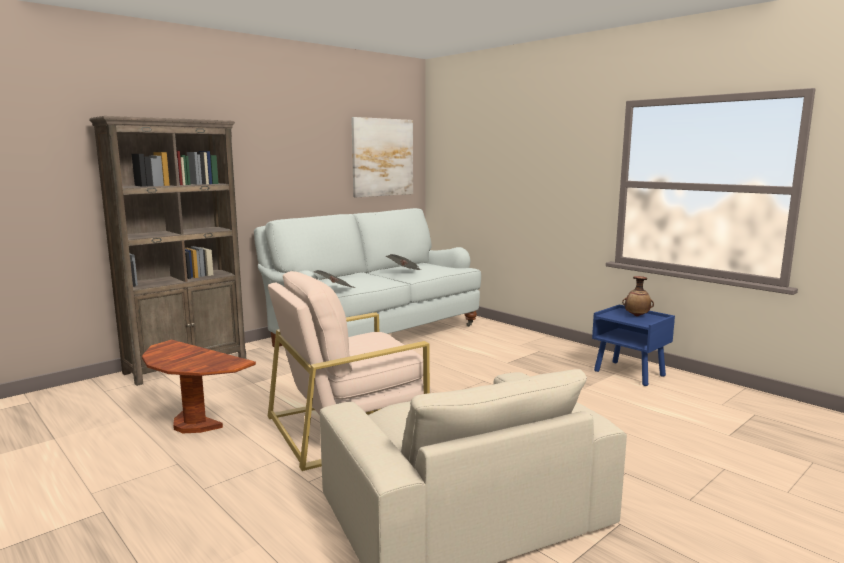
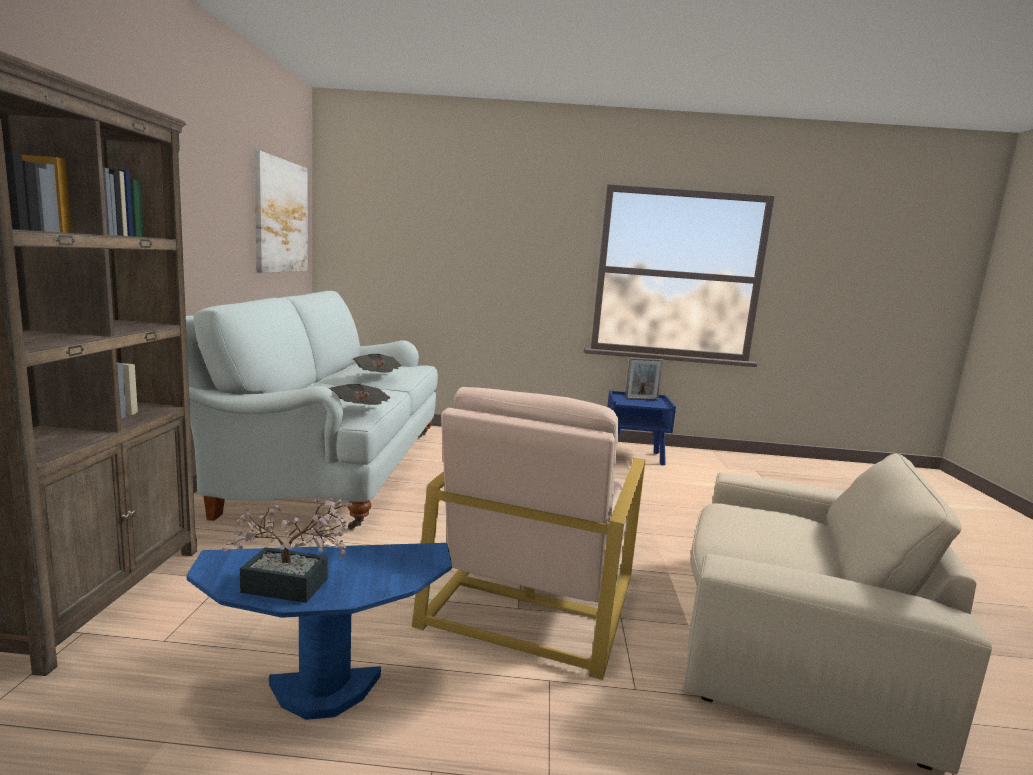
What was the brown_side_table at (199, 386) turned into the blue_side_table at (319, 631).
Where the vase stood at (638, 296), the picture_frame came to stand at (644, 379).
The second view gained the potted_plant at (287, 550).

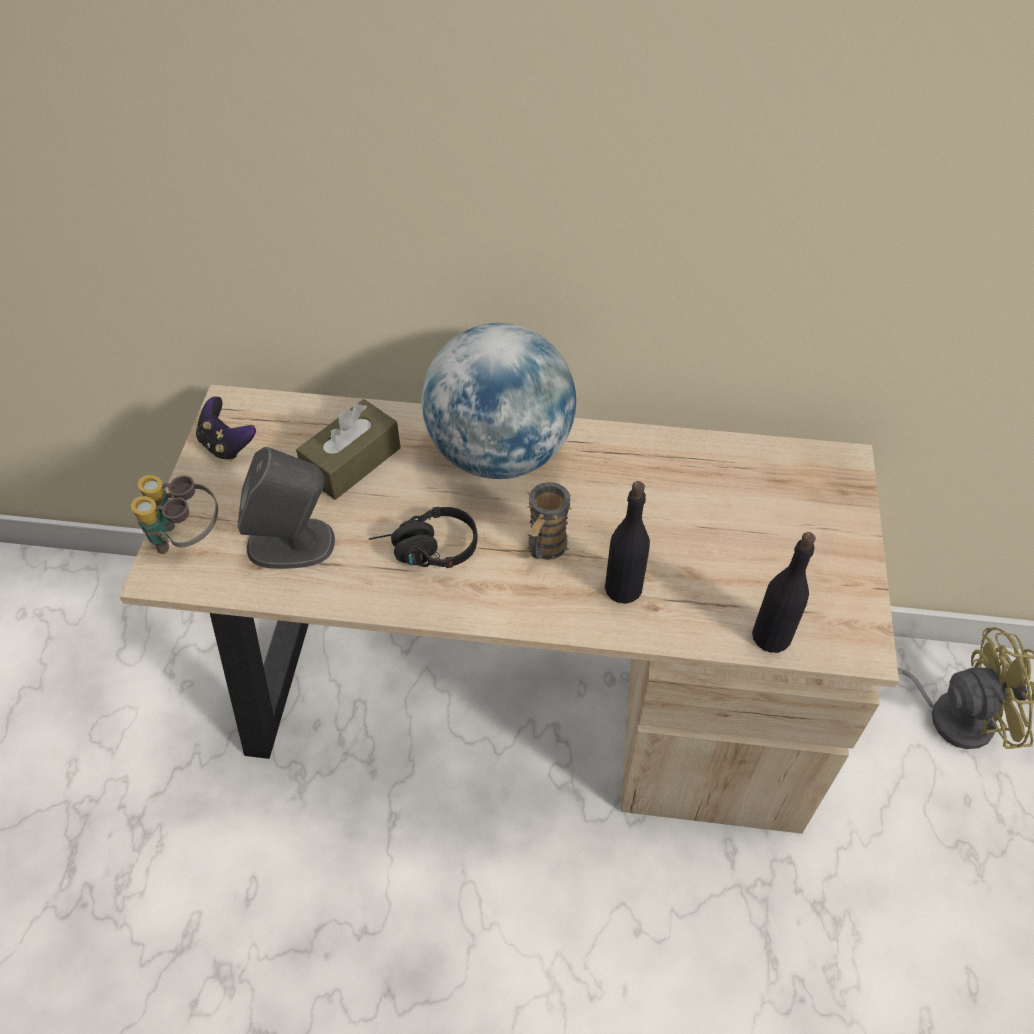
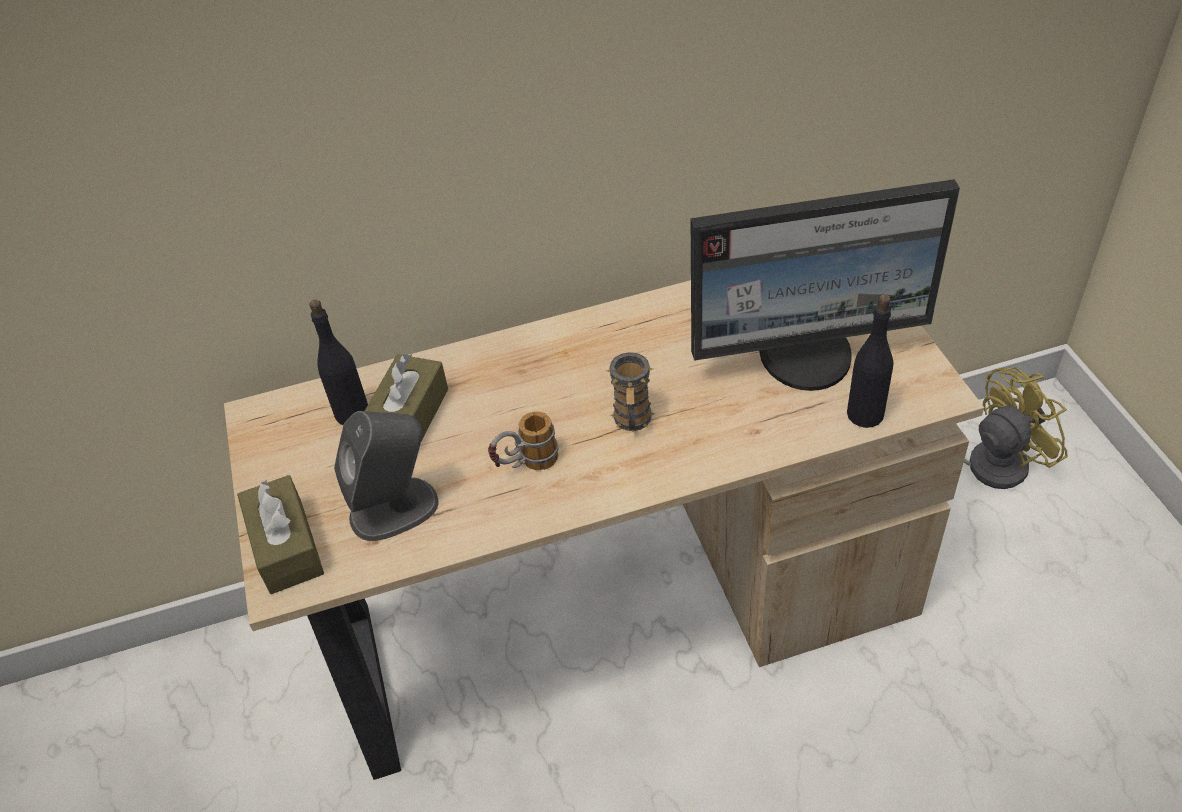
Where the binoculars stood at (174, 514), the brown_tissue_box came to stand at (280, 534).
The second view lost the game_controller at (226, 428).
Where the black_headphones stood at (423, 537), the mug came to stand at (523, 440).
The second view lost the globe at (498, 401).
The black_bottle ended up elsewhere, having gone from (627, 542) to (338, 362).
The second view gained the monitor at (825, 285).

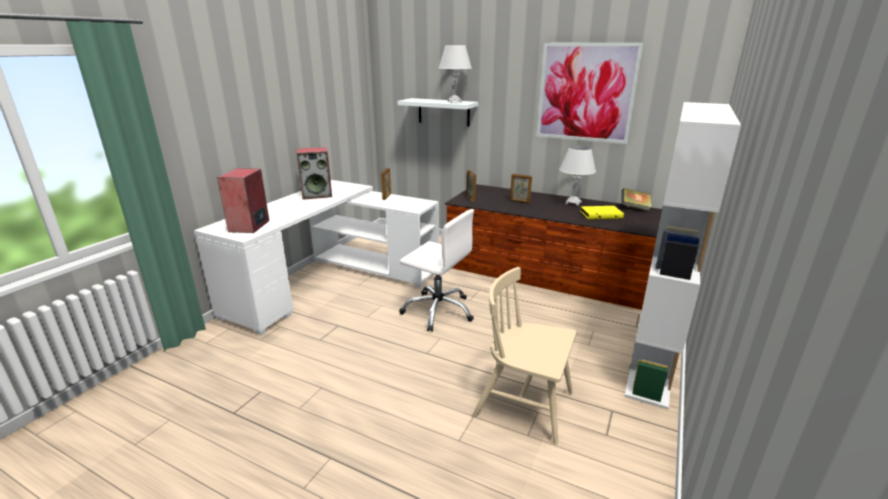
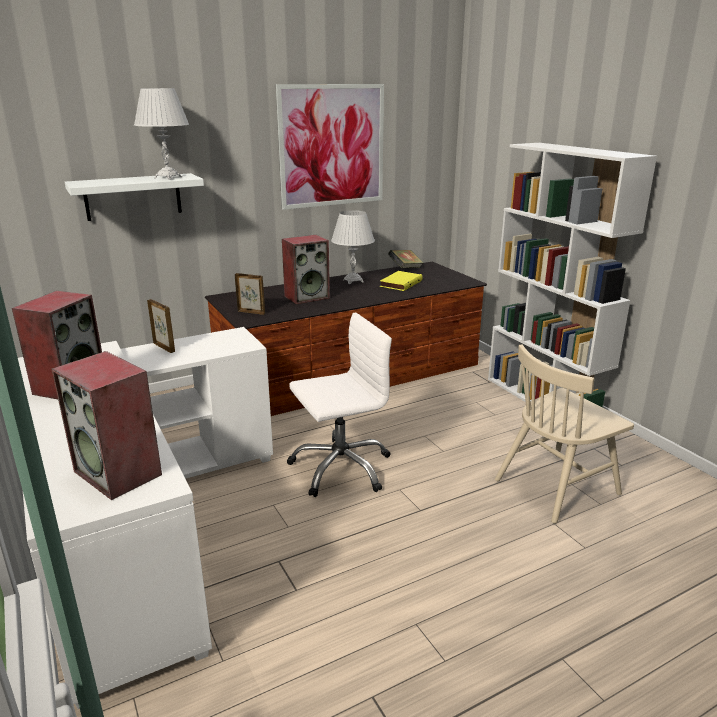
Where the picture_frame stood at (521, 188), the speaker came to stand at (306, 269).

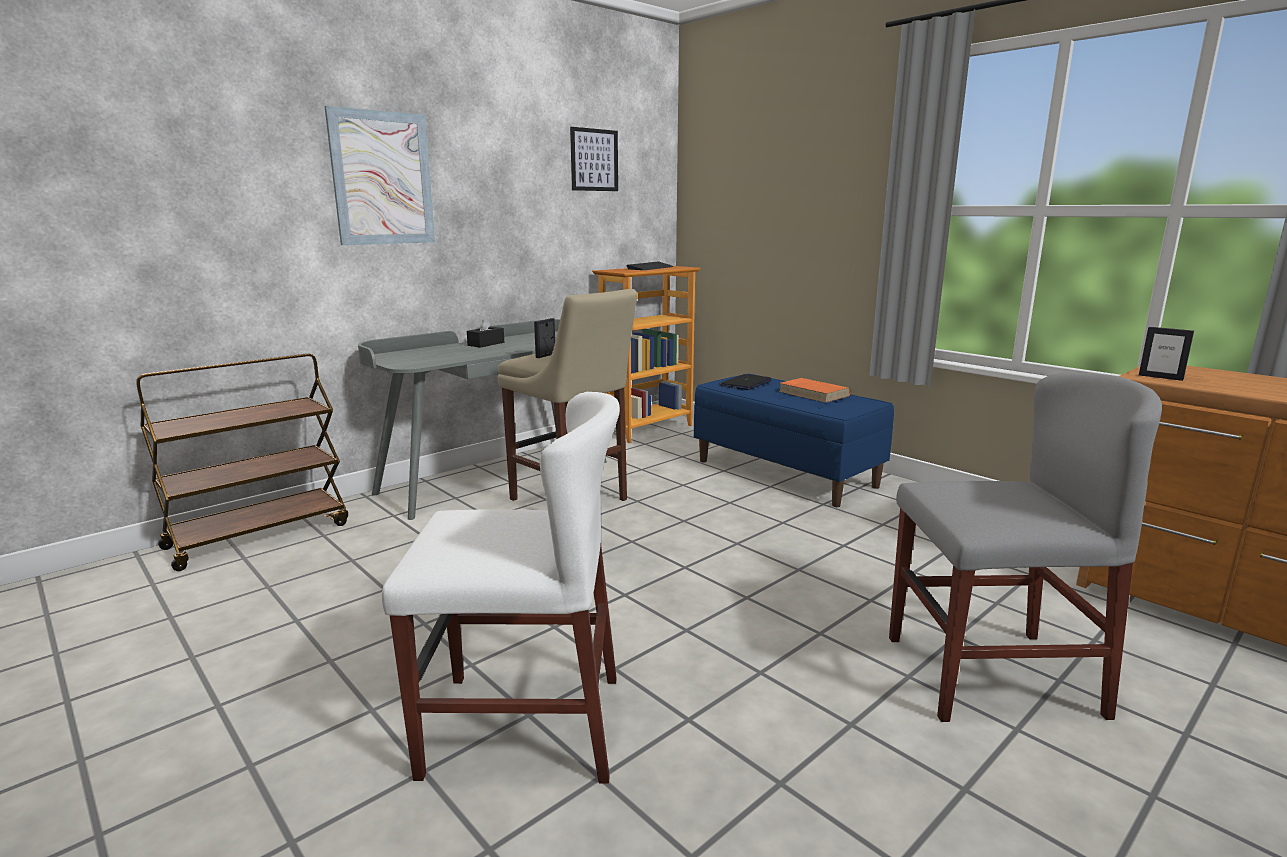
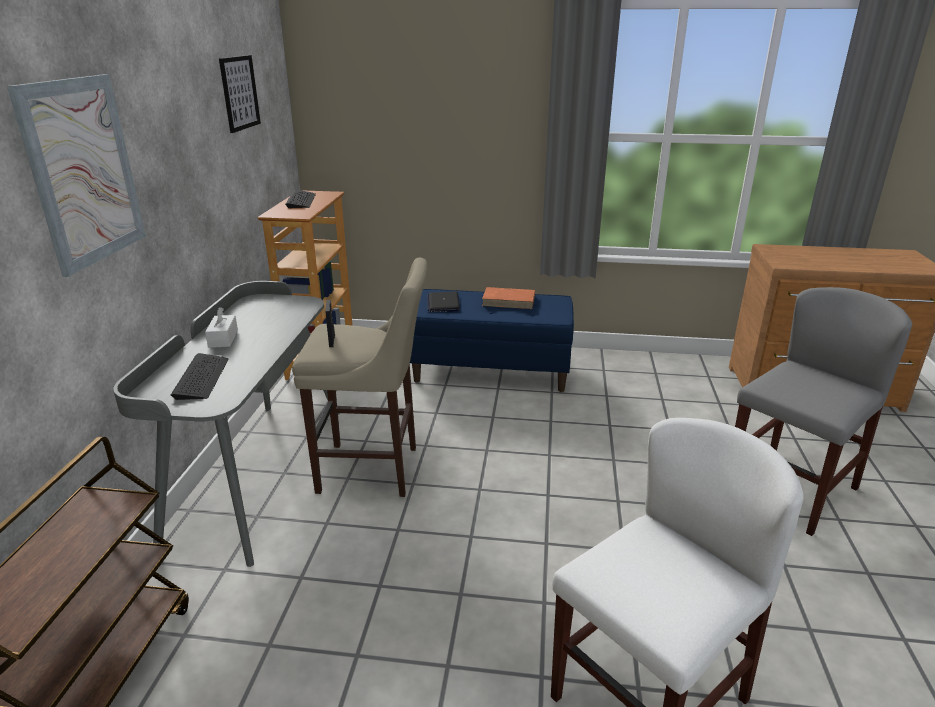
What was the black_tissue_box at (485, 331) turned into the white_tissue_box at (221, 327).
The second view lost the picture_frame at (1166, 354).
The second view gained the keyboard at (200, 376).

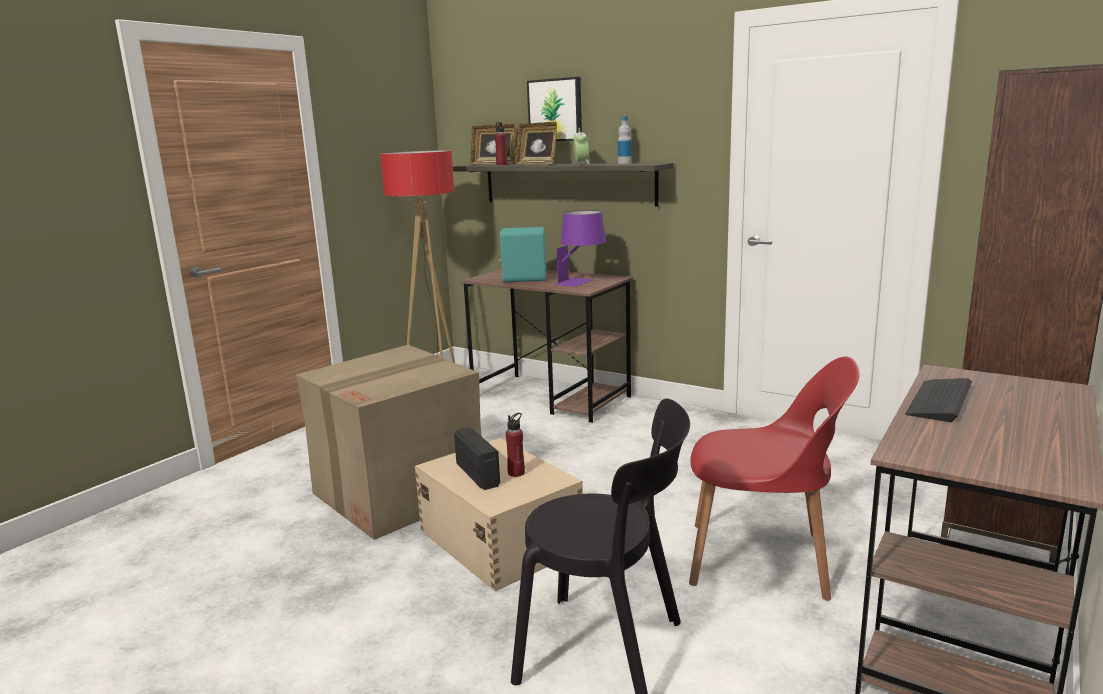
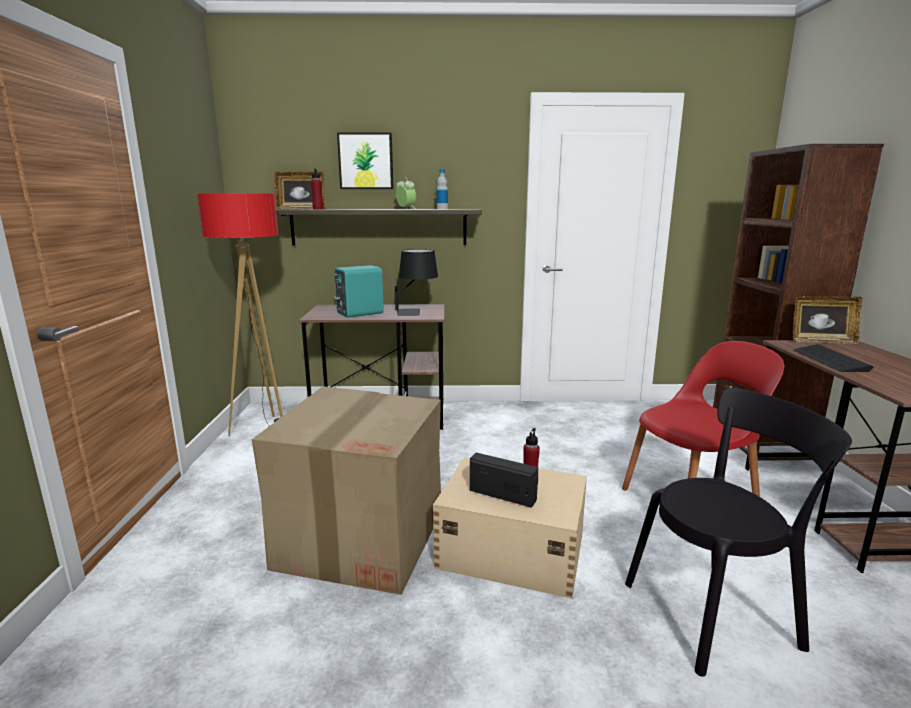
The picture_frame ended up elsewhere, having gone from (536, 143) to (827, 320).
What was the purple_table_lamp at (580, 248) turned into the black_table_lamp at (416, 282).

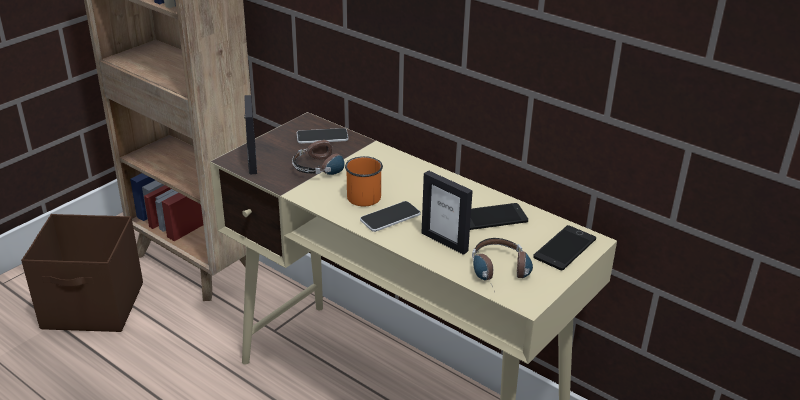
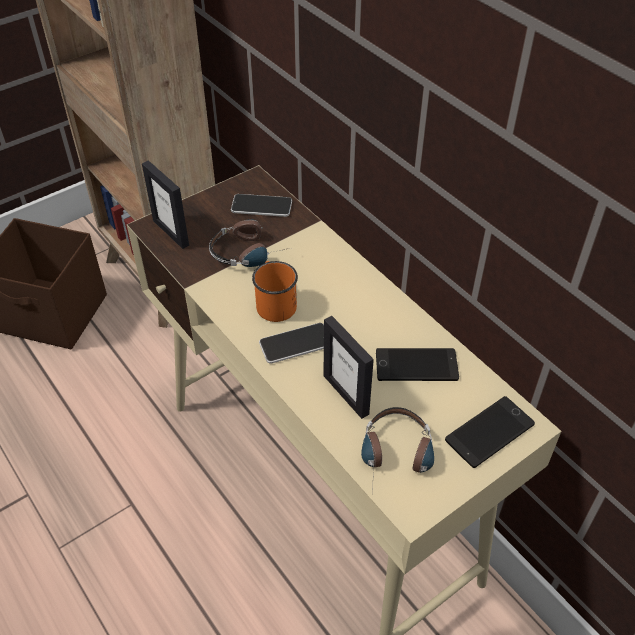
The picture_frame at (250, 134) ended up facing another way, 135 degrees clockwise from before.

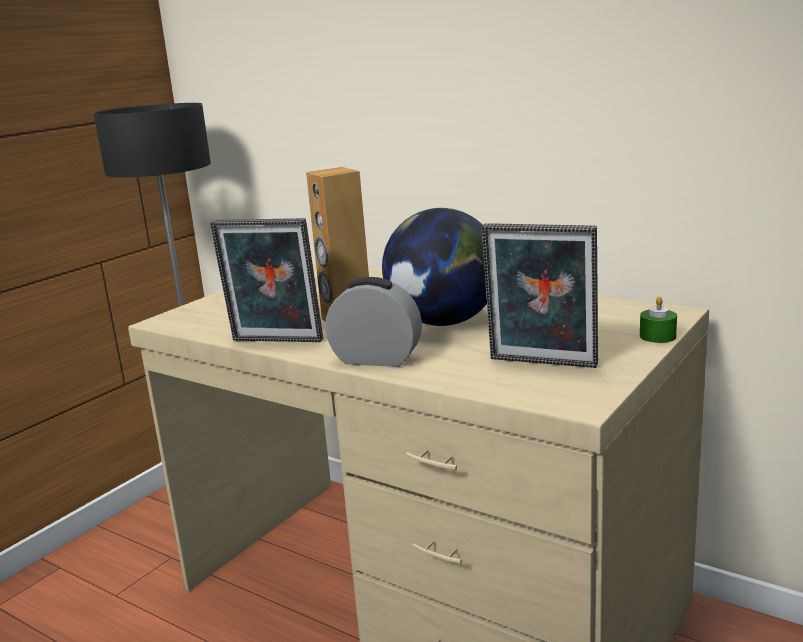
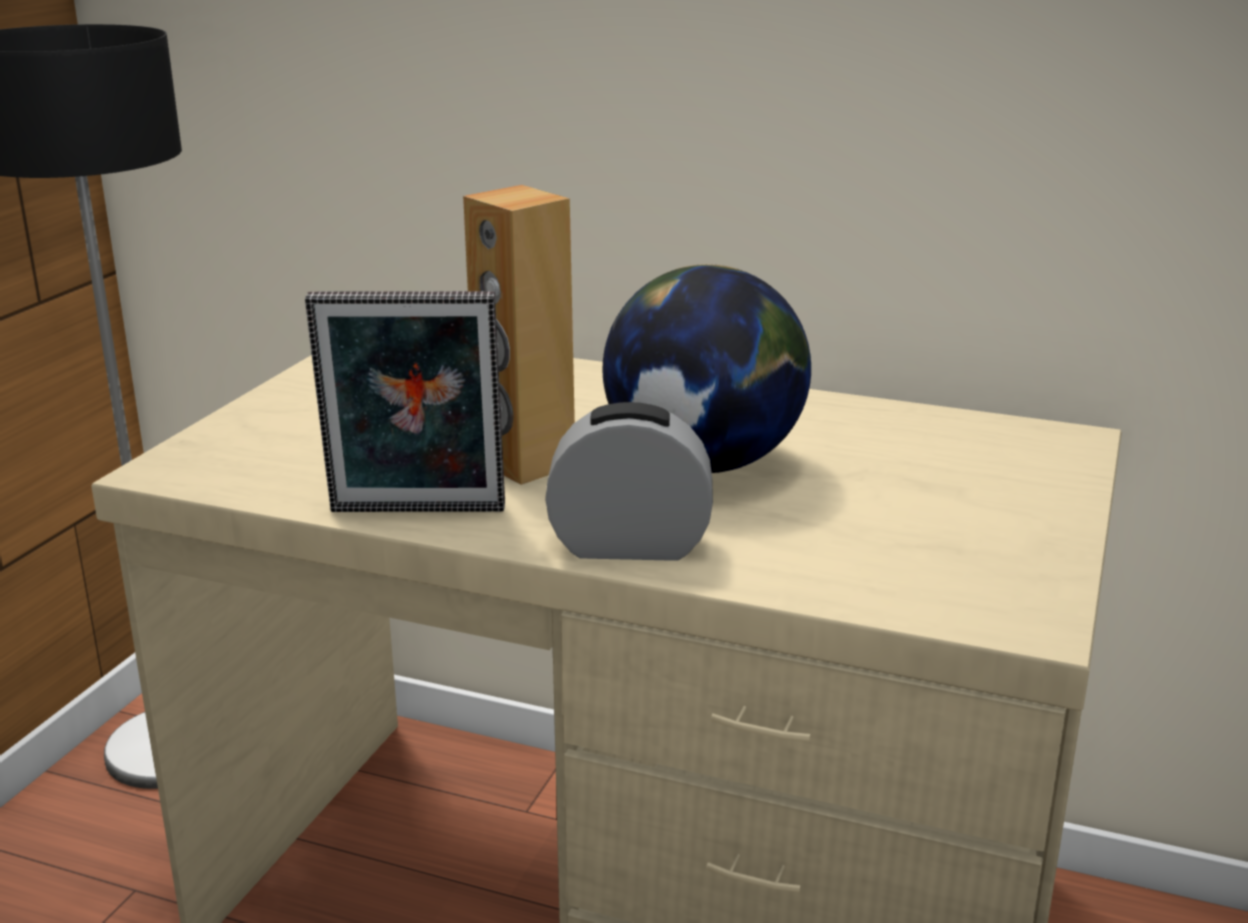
The second view lost the picture_frame at (540, 295).
The second view lost the green_candle at (658, 319).

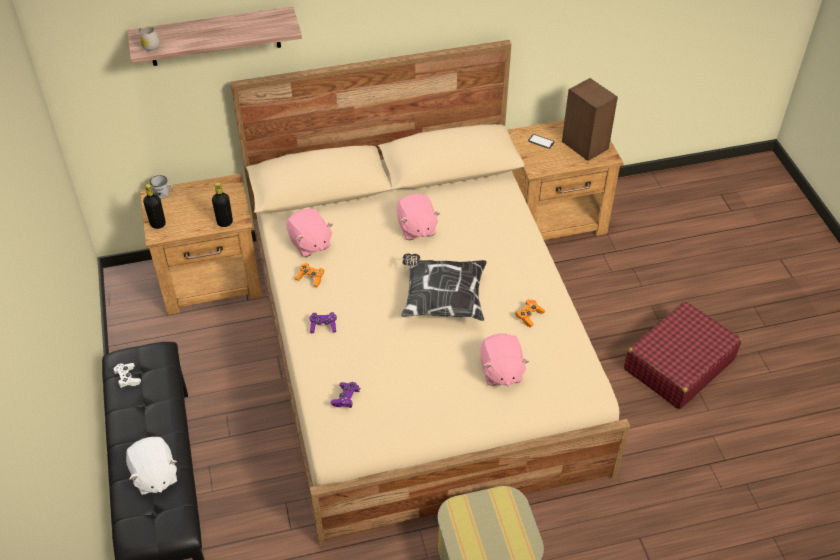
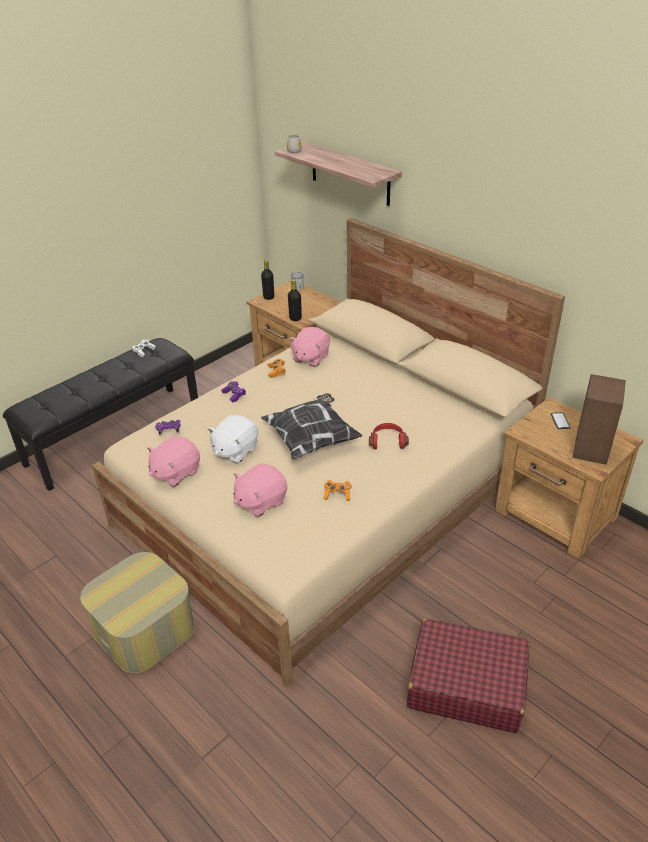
The white_plush_toy ended up elsewhere, having gone from (151, 466) to (233, 439).
The pink_plush_toy ended up elsewhere, having gone from (418, 217) to (173, 461).
The second view gained the red_headphones at (389, 436).

